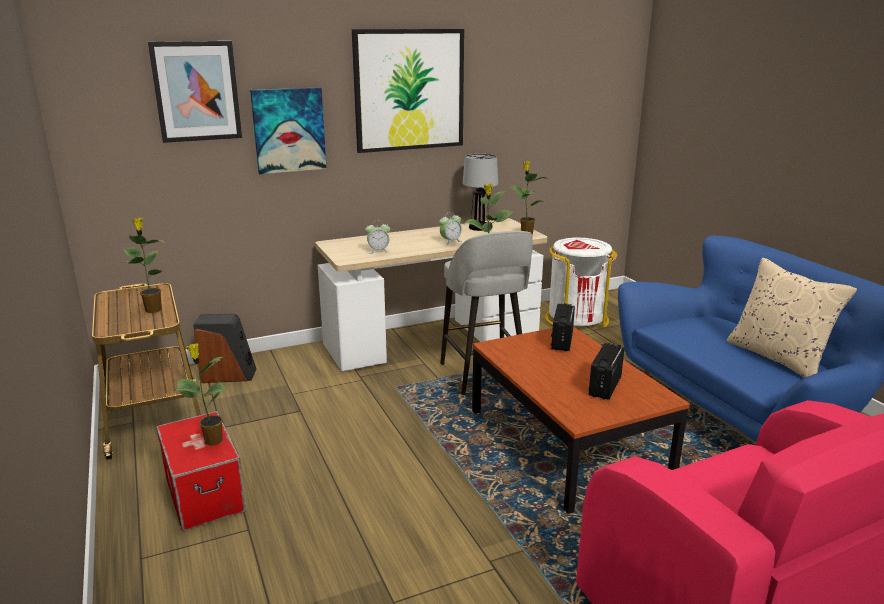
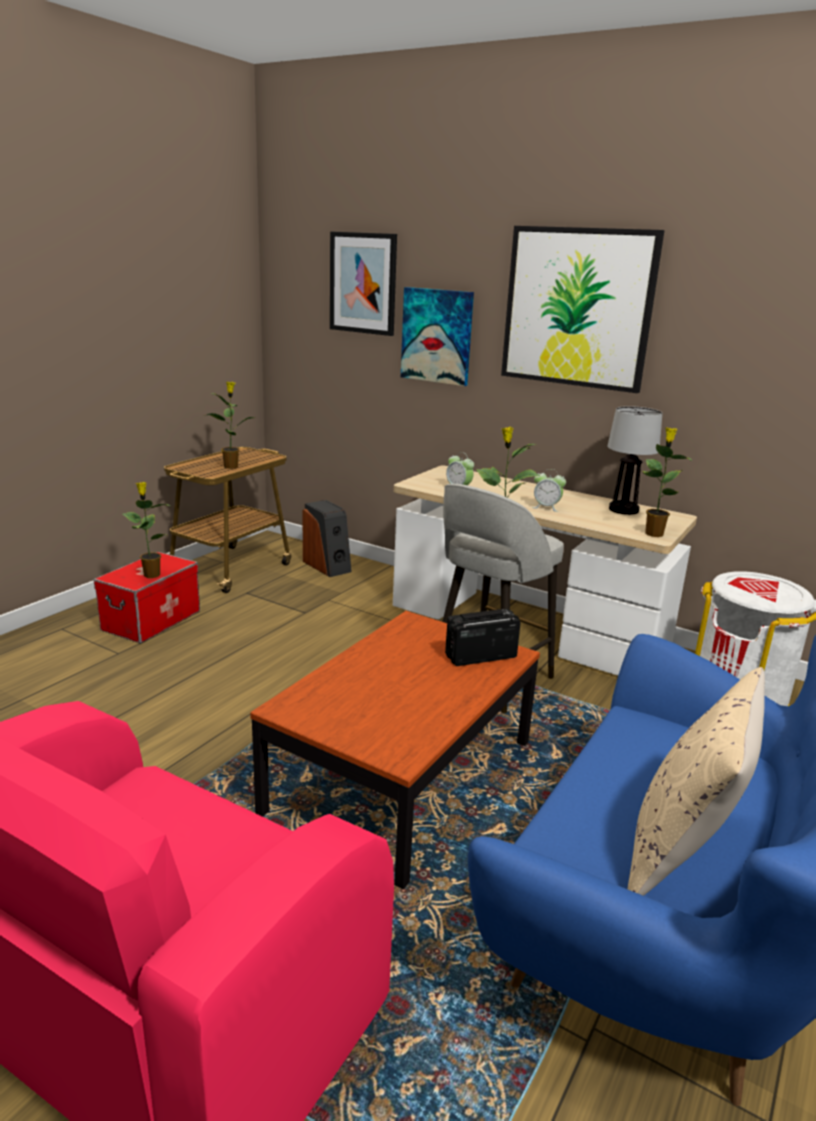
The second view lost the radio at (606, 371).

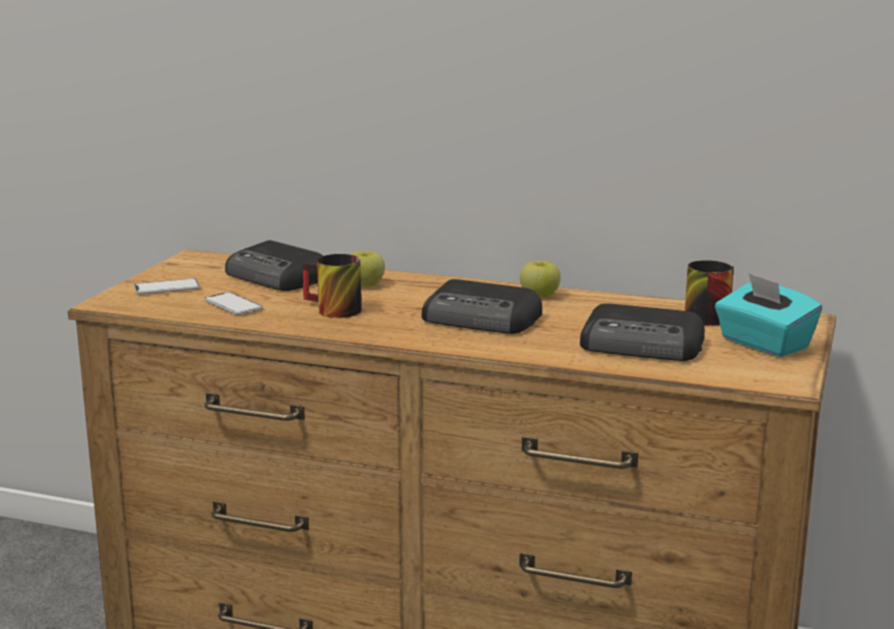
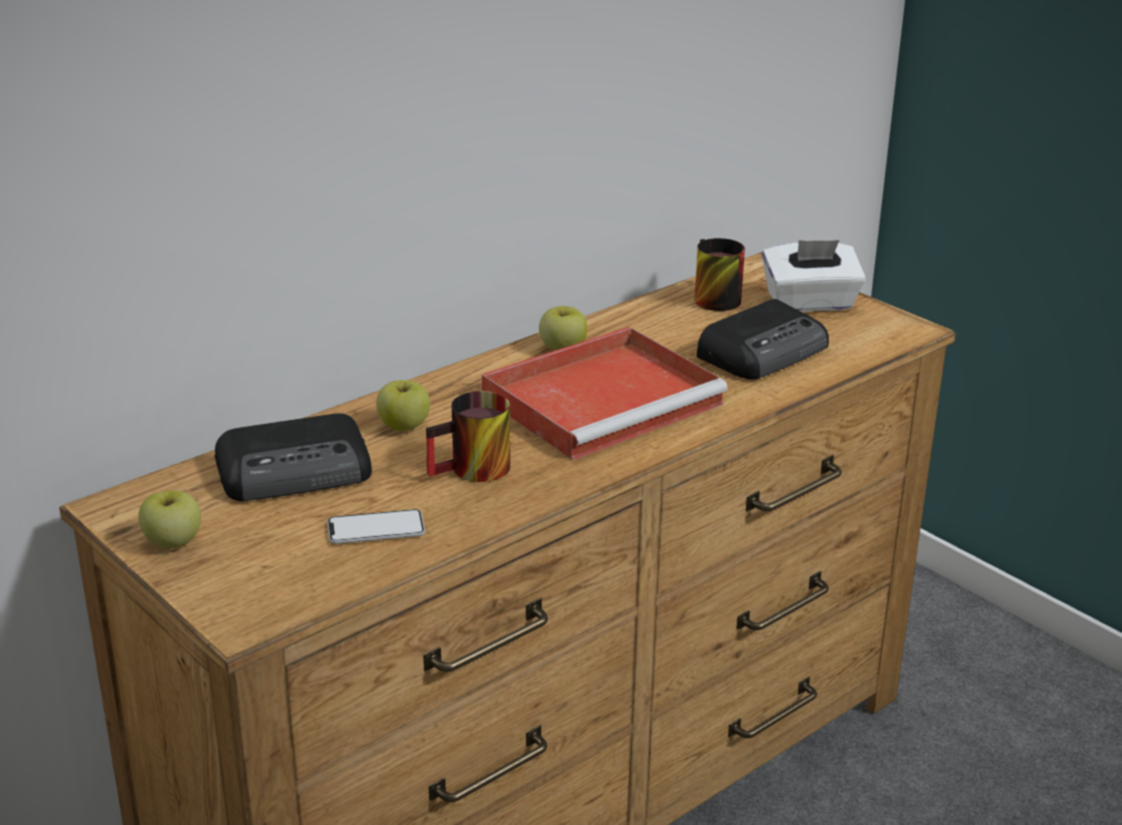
The second view lost the phone at (167, 286).
Where the radio stood at (482, 306), the red_tray came to stand at (605, 393).
What was the turquoise_tissue_box at (768, 315) turned into the white_tissue_box at (814, 276).
The second view gained the apple at (169, 519).

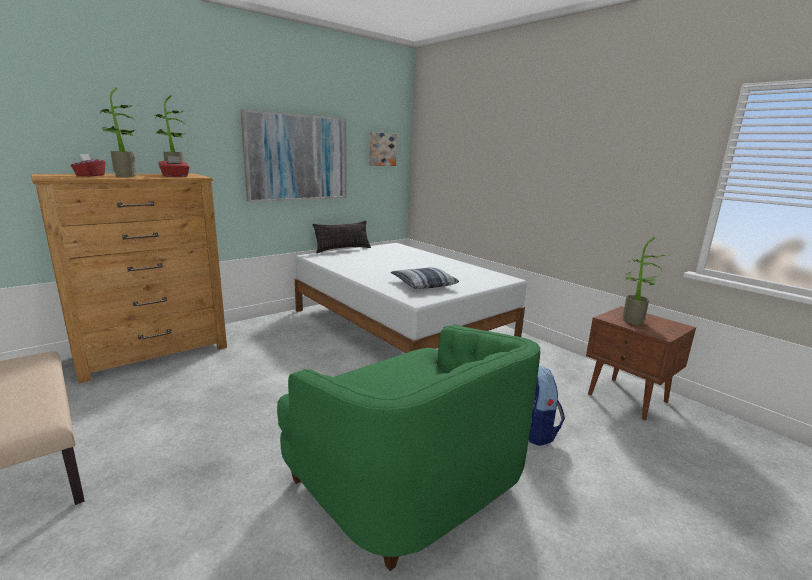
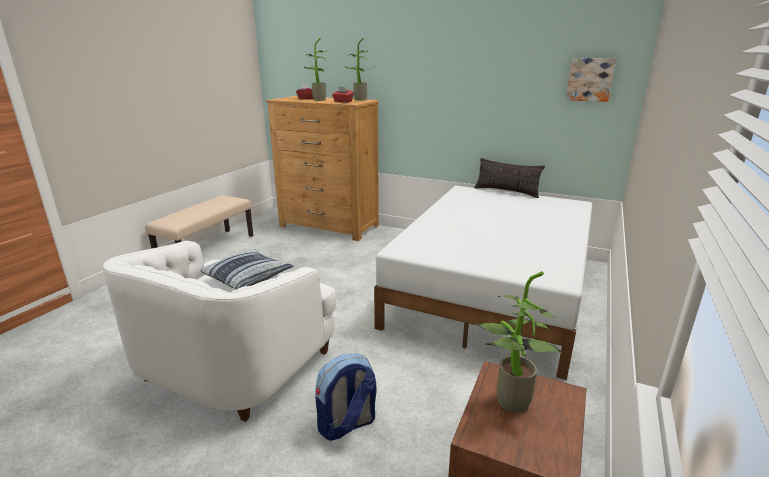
The second view lost the picture at (293, 155).
What was the green_armchair at (408, 447) turned into the white_armchair at (219, 331).
The pillow ended up elsewhere, having gone from (425, 278) to (247, 269).

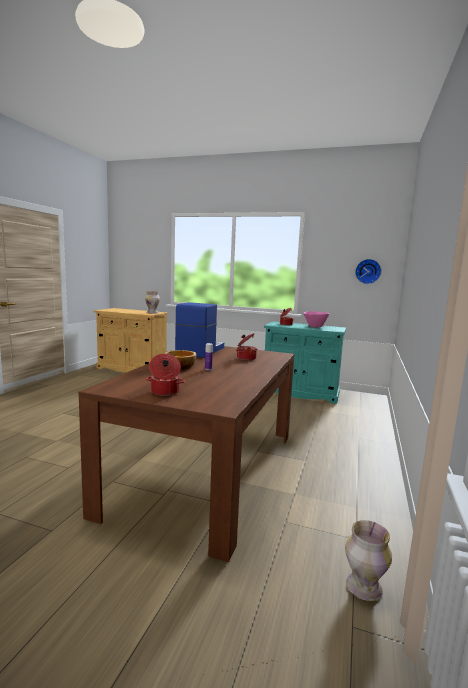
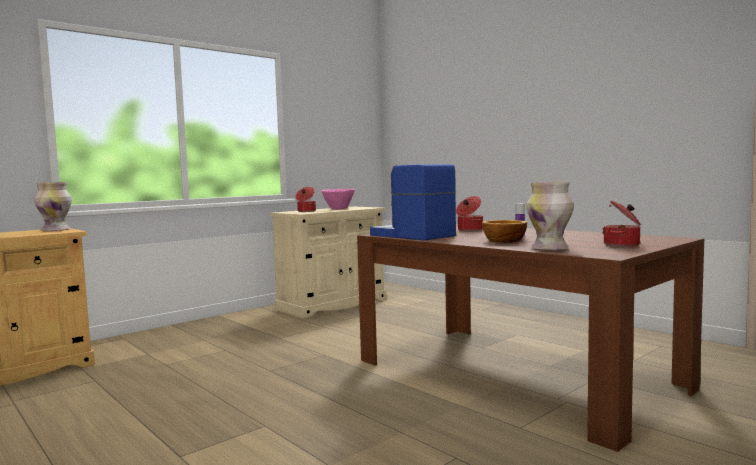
What was the turquoise_cabinet at (305, 362) turned into the beige_cabinet at (328, 262).
The vase ended up elsewhere, having gone from (368, 560) to (550, 216).
The second view lost the wall_clock at (368, 271).

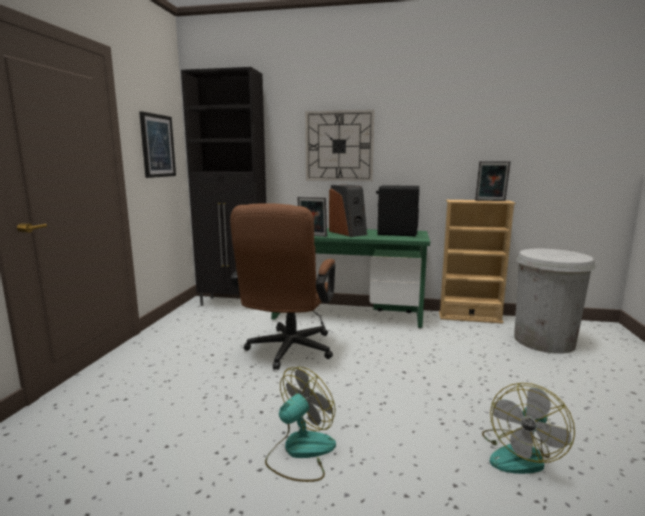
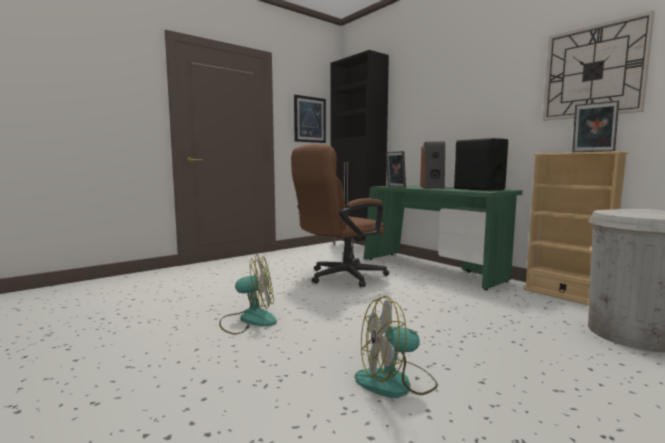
The wall_clock ended up elsewhere, having gone from (339, 145) to (599, 65).

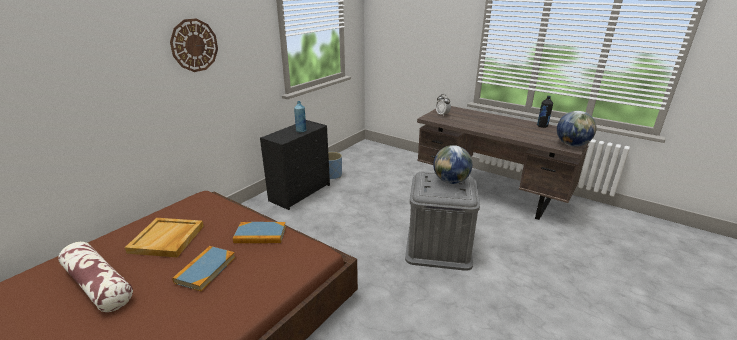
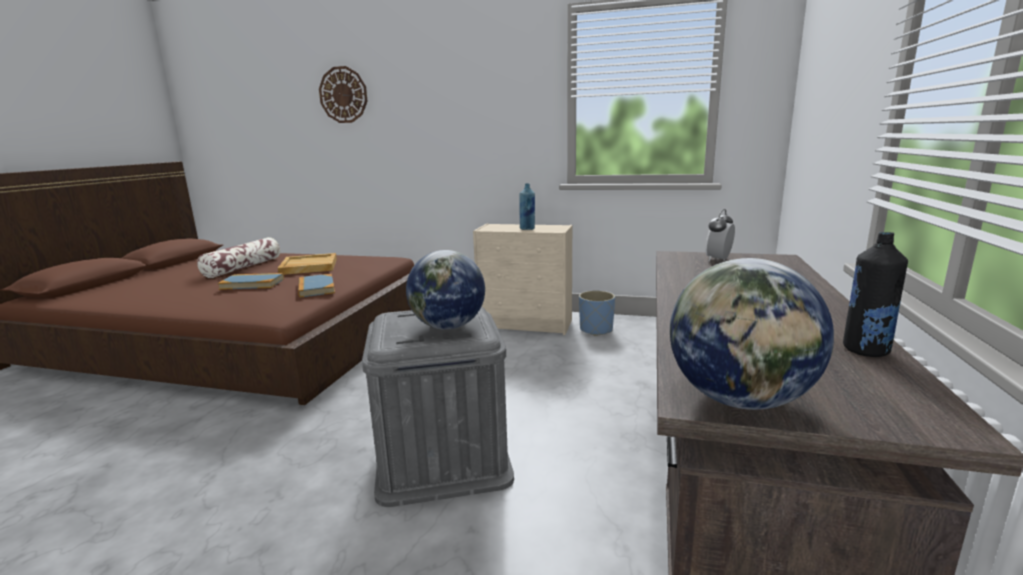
The wall_clock ended up elsewhere, having gone from (194, 45) to (343, 94).
What was the black_dresser at (295, 165) turned into the beige_dresser at (522, 279).

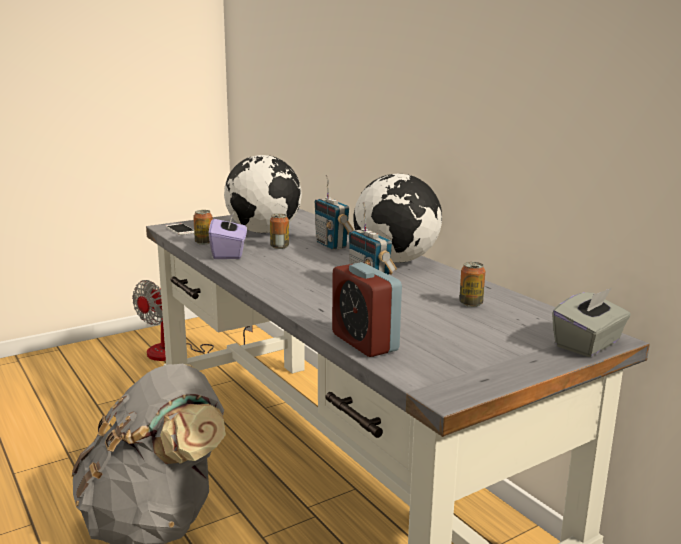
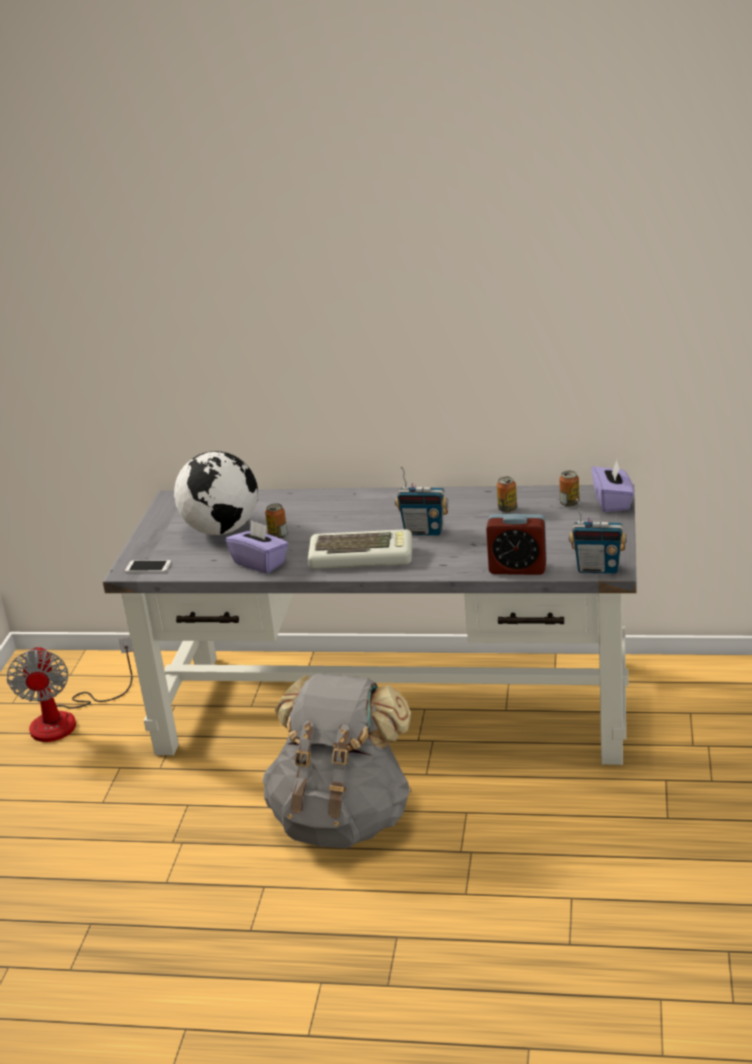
The can ended up elsewhere, having gone from (203, 227) to (569, 489).
The radio ended up elsewhere, having gone from (334, 212) to (598, 536).
The second view lost the globe at (398, 218).
What was the grey_tissue_box at (591, 322) turned into the purple_tissue_box at (612, 486).
The second view gained the keyboard at (360, 549).

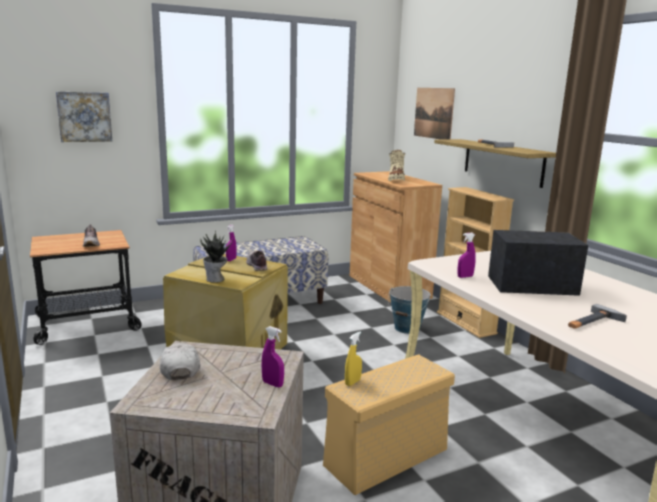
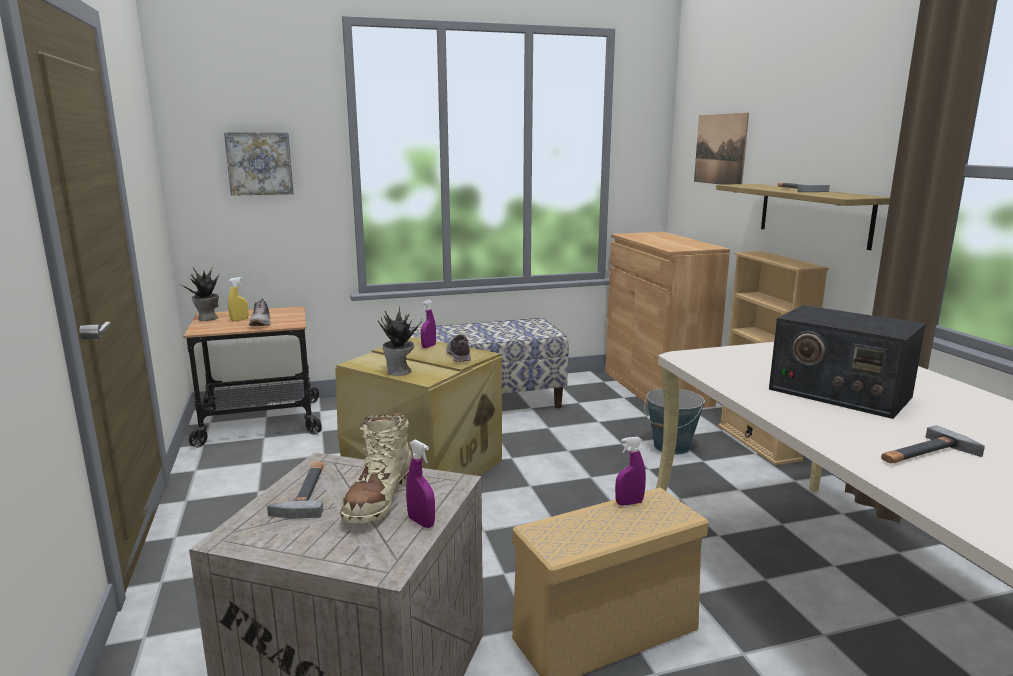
Where the white_cap stood at (180, 361), the hammer came to stand at (295, 490).
The yellow_spray_bottle ended up elsewhere, having gone from (353, 358) to (238, 299).
The beige_boot ended up elsewhere, having gone from (396, 165) to (376, 468).
The purple_spray_bottle ended up elsewhere, having gone from (466, 255) to (630, 471).
The radio at (538, 263) ended up facing another way, 150 degrees counterclockwise from before.
The second view gained the potted_plant at (200, 294).

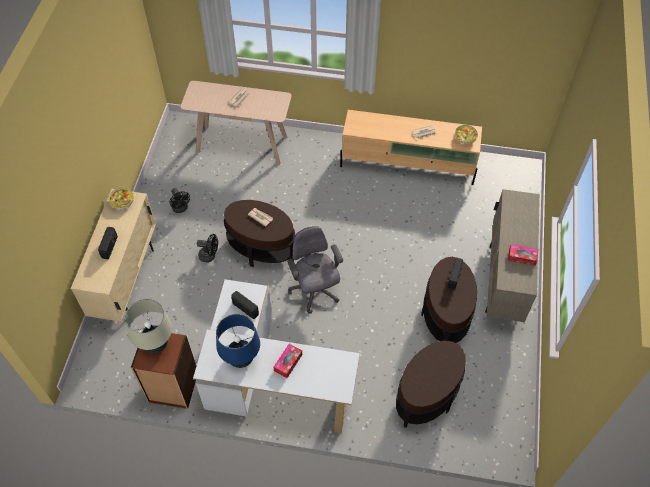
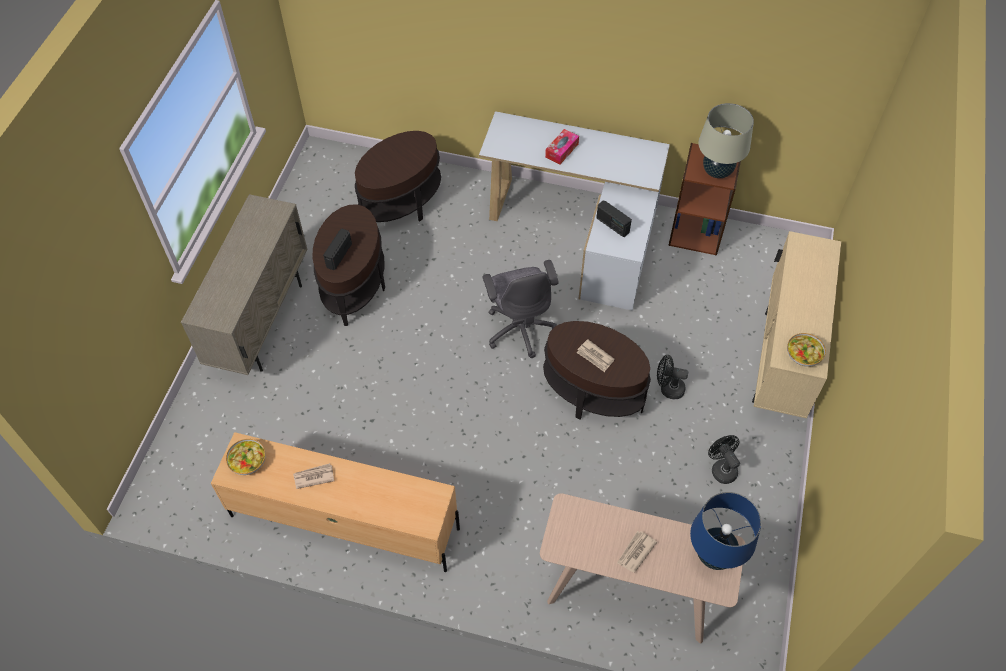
The second view lost the radio at (108, 243).
The blue_table_lamp ended up elsewhere, having gone from (238, 341) to (725, 531).
The second view lost the tissue_box at (523, 255).

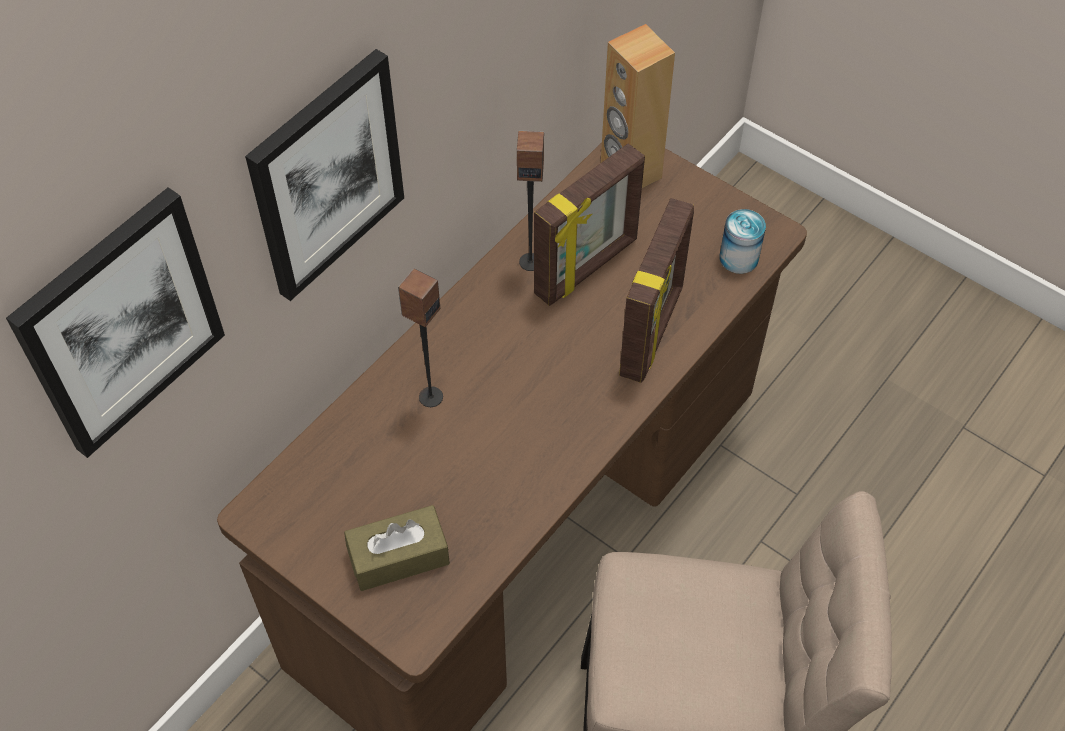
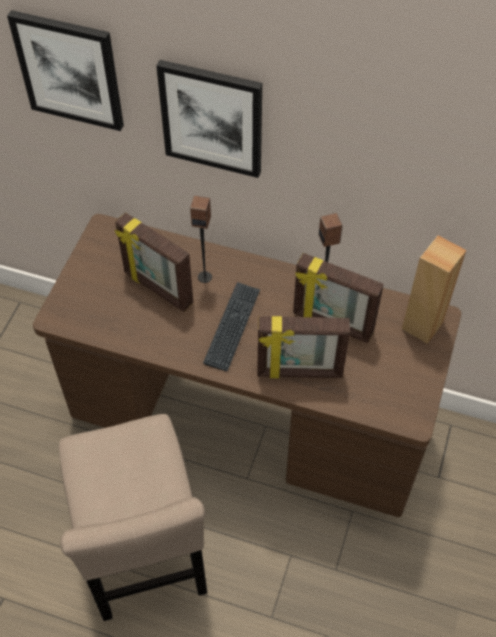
The second view lost the brown_tissue_box at (397, 548).
The second view lost the can at (742, 241).
The second view gained the picture_frame at (154, 262).
The second view gained the keyboard at (231, 326).

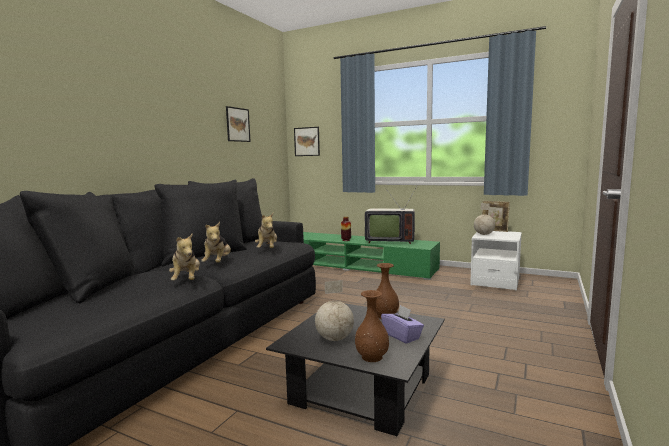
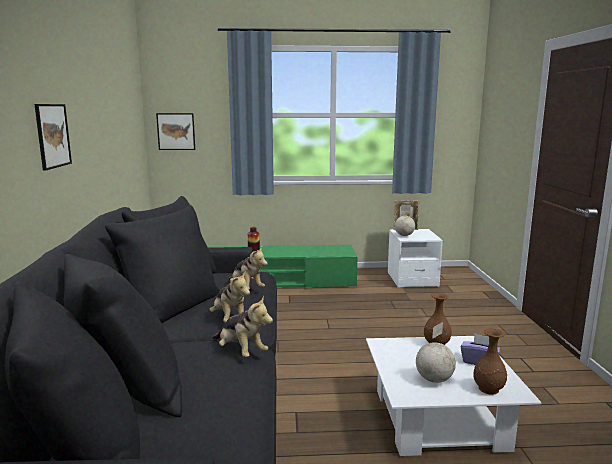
The picture ended up elsewhere, having gone from (238, 124) to (53, 137).
What was the black_coffee_table at (355, 369) turned into the white_coffee_table at (454, 396).
The second view lost the television at (390, 216).

